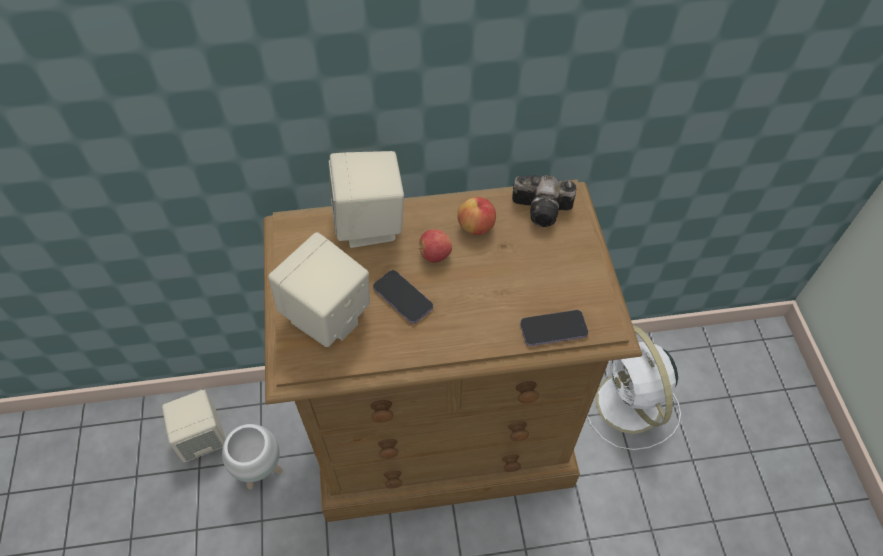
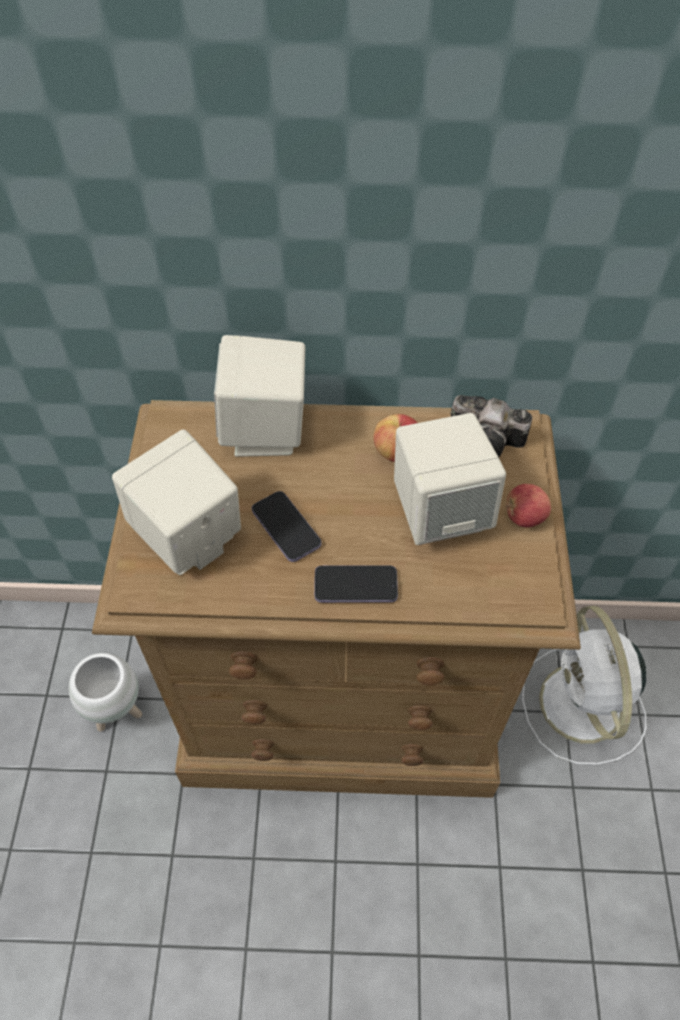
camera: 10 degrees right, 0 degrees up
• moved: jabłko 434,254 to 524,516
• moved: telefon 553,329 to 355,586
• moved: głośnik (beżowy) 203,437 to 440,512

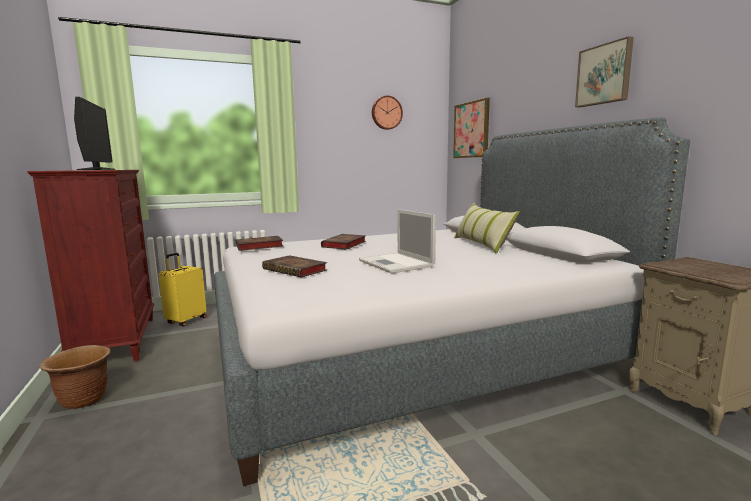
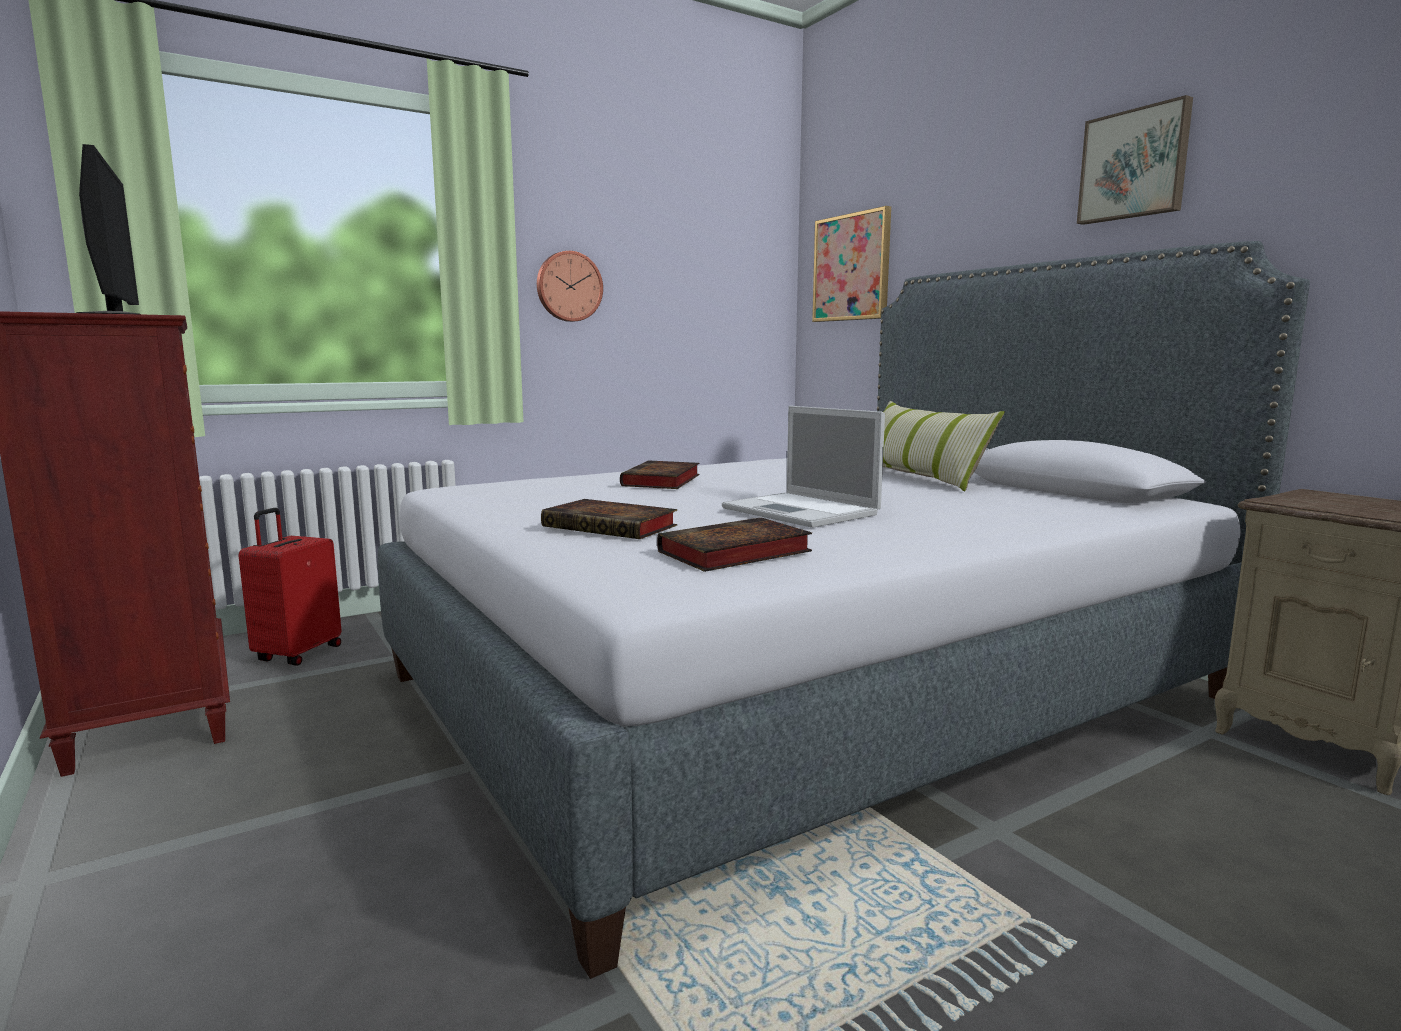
camera: 10 degrees left, 0 degrees up
• moved: zegar ścienny 386,113 to 568,286
• moved: książka 258,246 to 732,553
• recoloured: walizka (żółty) 186,321 to walizka (czerwony) 297,654
• removed: donica (brązowy) 83,400

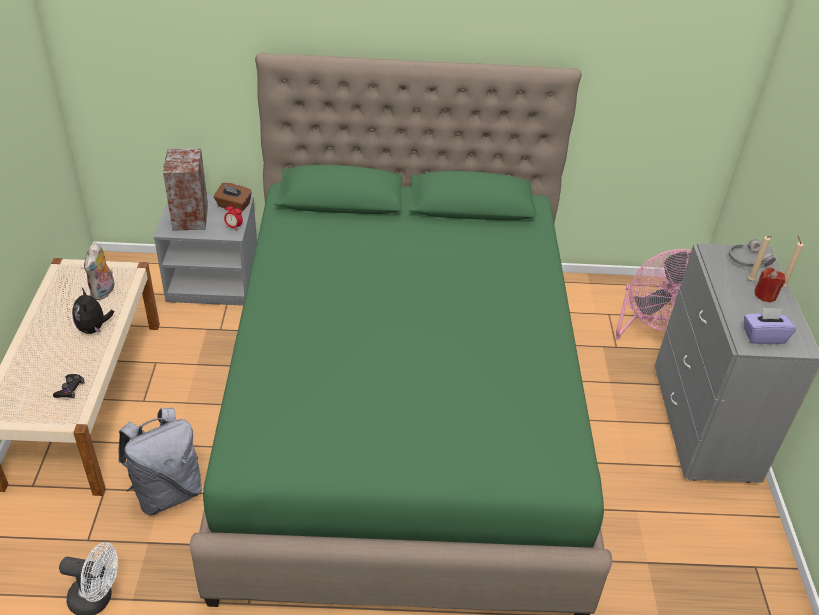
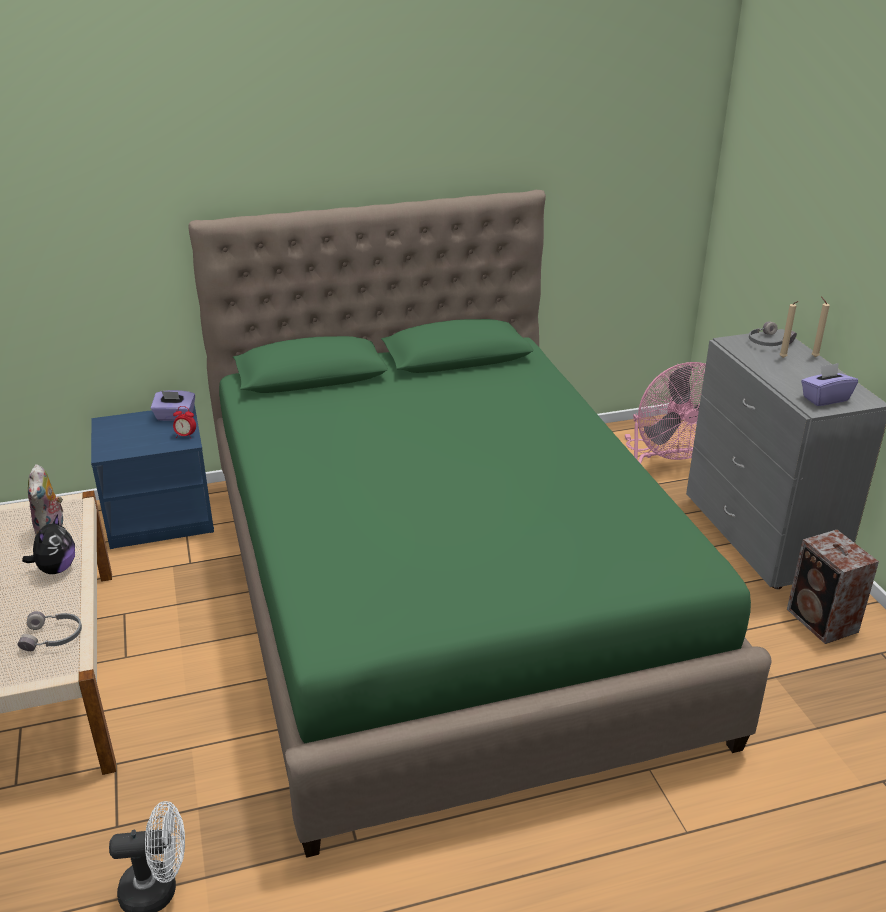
camera: 15 degrees left, 10 degrees down
• moved: głośnik 189,218 to 822,622
• recoloured: pudełko chusteczek (brązowy) 233,206 to pudełko chusteczek (fioletowy) 175,416
• recoloured: szafka nocna (szary) 214,281 to szafka nocna (niebieski) 161,516
• removed: świeca (czerwony) 765,295
• turned: pluszak 94,328 = 56,569 135 degrees counterclockwise
• replaced: pad do gier (czarny) 70,389 to słuchawki (szary) 53,637
• removed: plecak (szary) 167,492

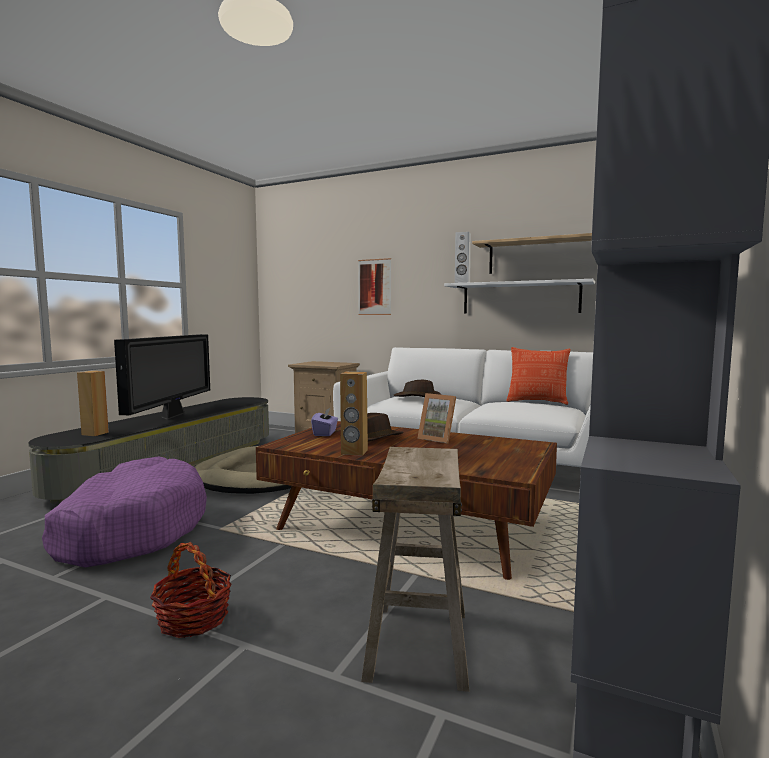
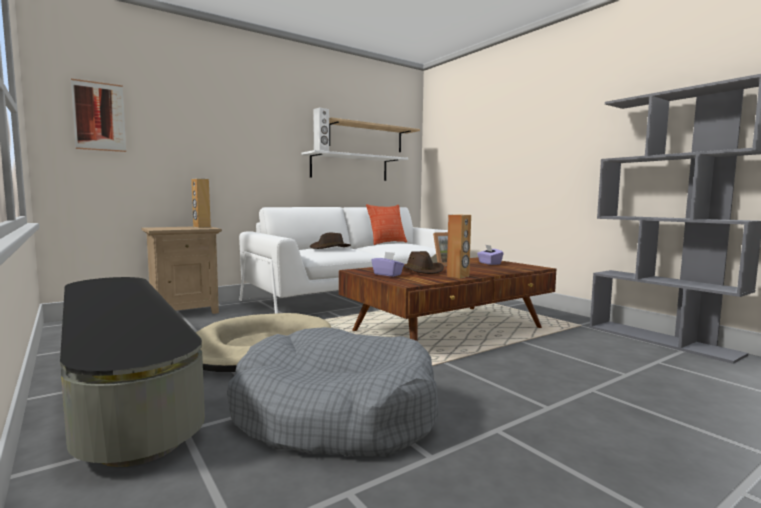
camera: 60 degrees left, 0 degrees up
• moved: obraz 374,287 to 99,116
• removed: telewizor 173,415
• moved: głośnik (brązowy) 95,433 to 201,227
• removed: stołek (beżowy) 419,643
• recoloured: legowisko (fioletowy) 131,529 to legowisko (szary) 335,413
• removed: koszyk 193,618
• added: pudełko chusteczek (fioletowy) 489,263

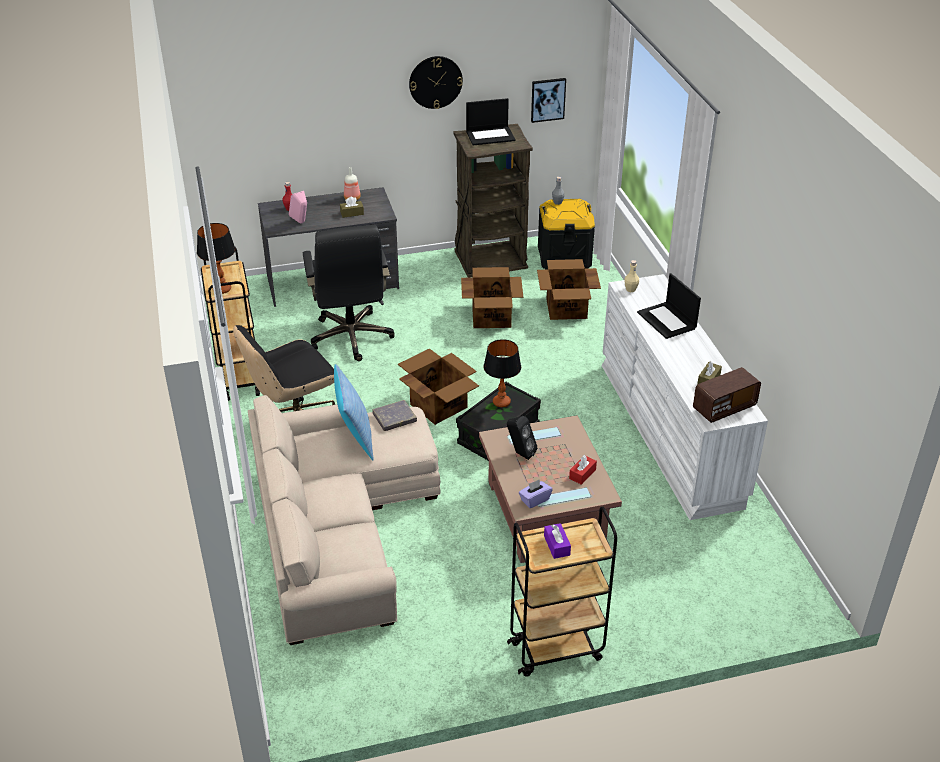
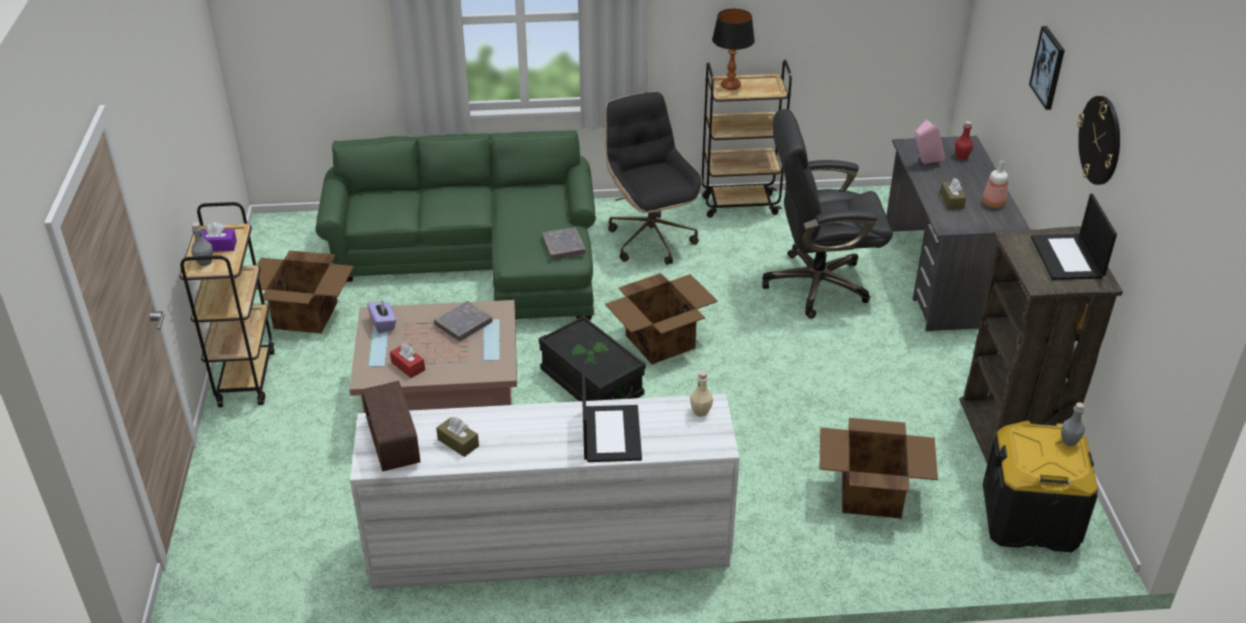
camera: 100 degrees right, 0 degrees up
• moved: obraz 547,99 to 1048,67
• moved: karton 491,316 to 306,315
• turned: laptop 667,320 = 610,433 105 degrees clockwise
• removed: lampa stołowa 501,402
• removed: poduszka 355,438
• recoloured: kanapa (beżowy) 338,529 to kanapa (zielony) 479,258
• replaced: głośnik (czarny) 520,453 to książka (szary) 463,324
• added: butelka (szary) 205,262

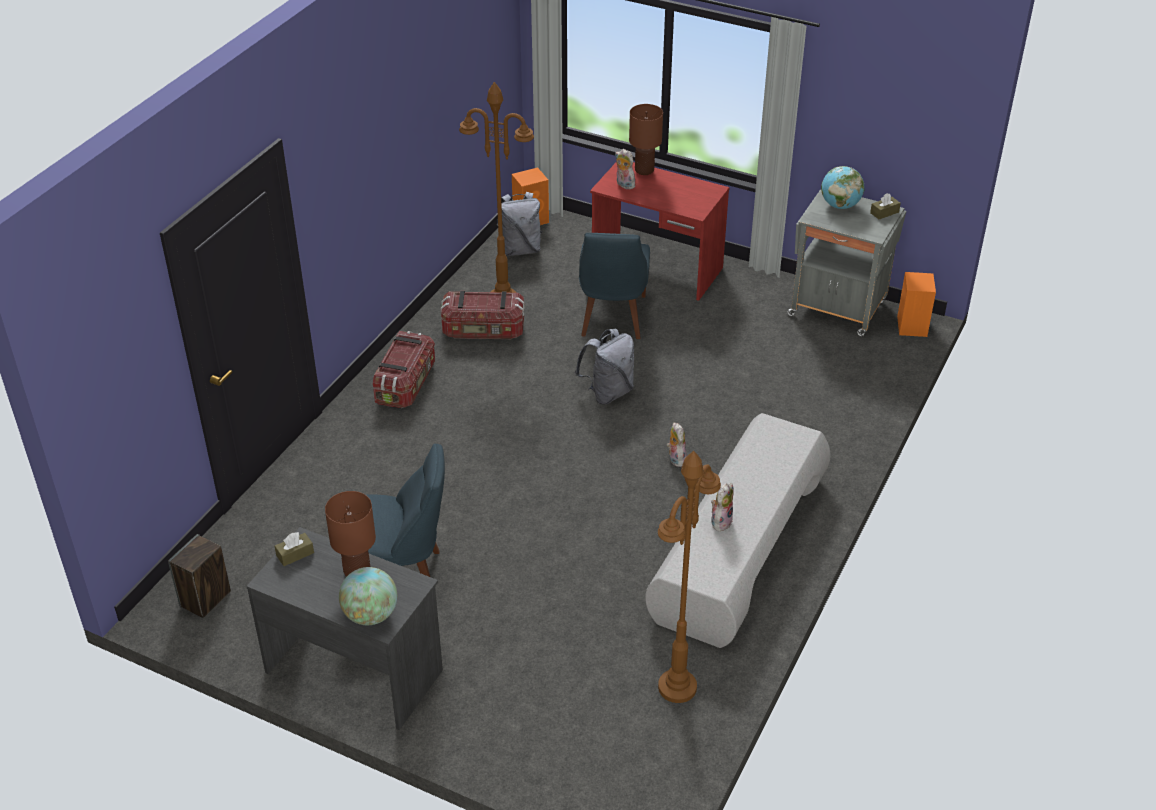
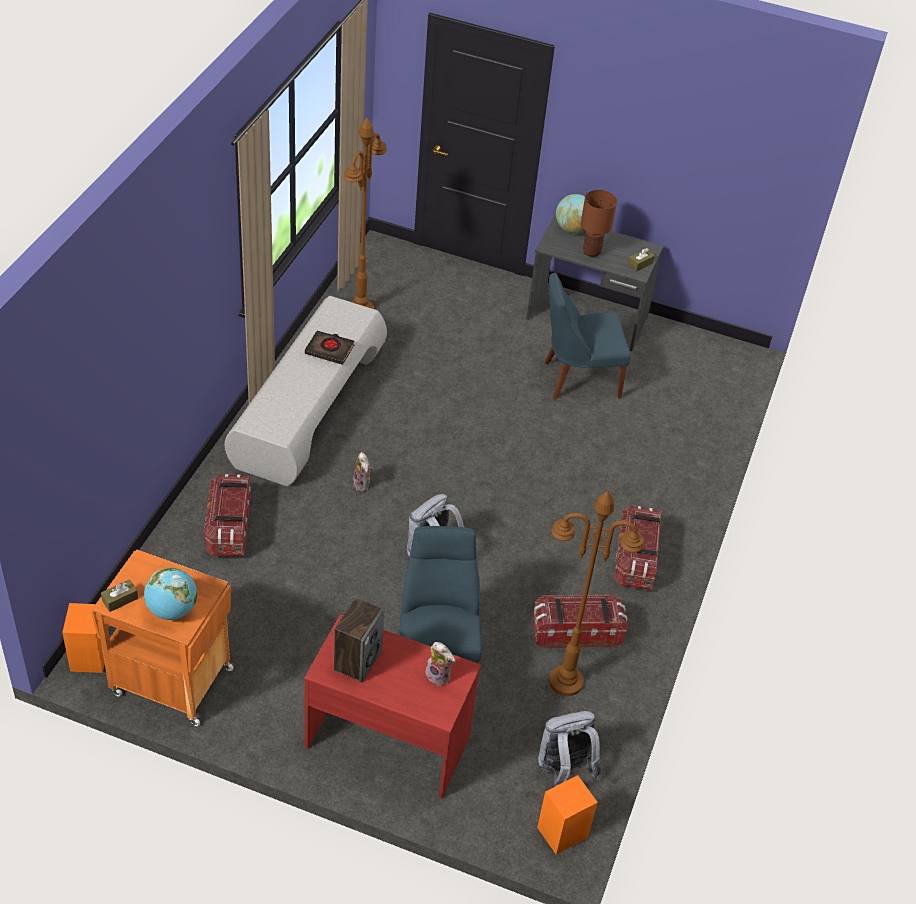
camera: 170 degrees right, 5 degrees up
• removed: lampa stołowa (brązowy) 644,172
• recoloured: wózek (szary) 838,309 to wózek (pomarańczowy) 170,680
• replaced: pluszak 720,521 to książka (czarny) 329,350
• moved: głośnik 205,599 to 357,660
• added: pojemnik do przechowywania 229,528

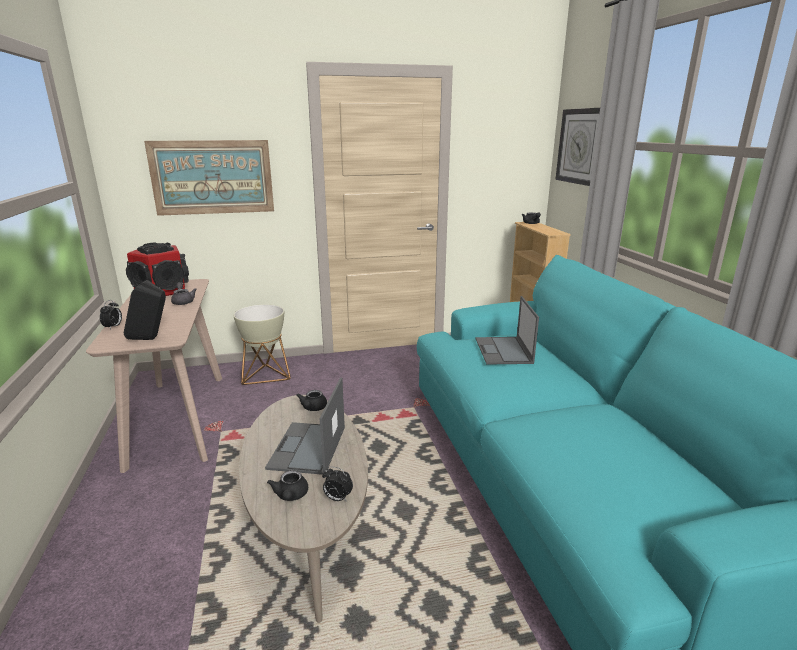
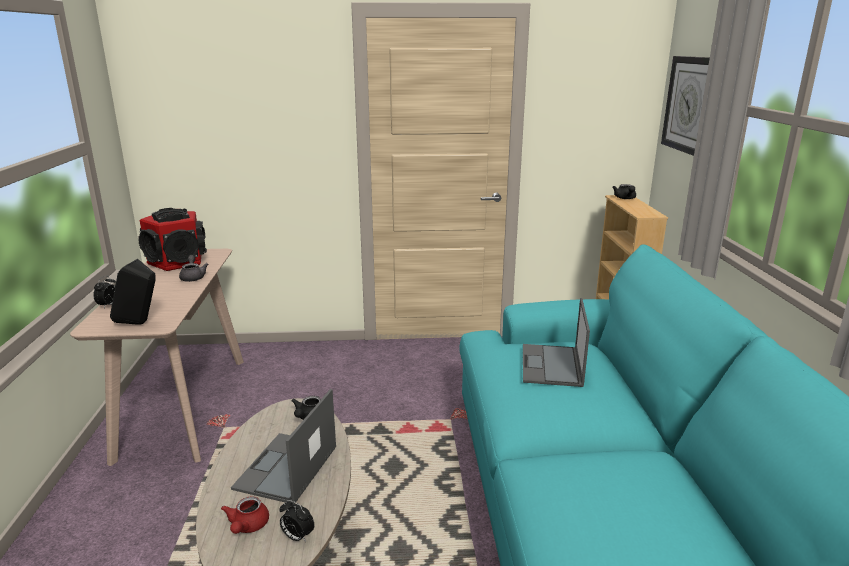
camera: 10 degrees right, 0 degrees up
• removed: obraz 212,177
• removed: donica 266,376
• recoloured: imbryk (czarny) 290,496 to imbryk (czerwony) 247,526

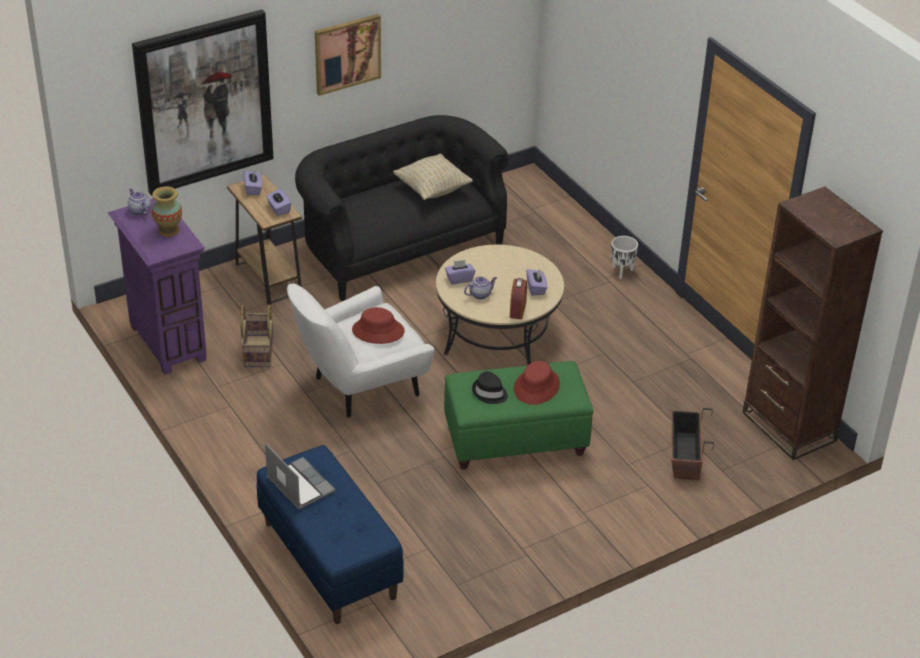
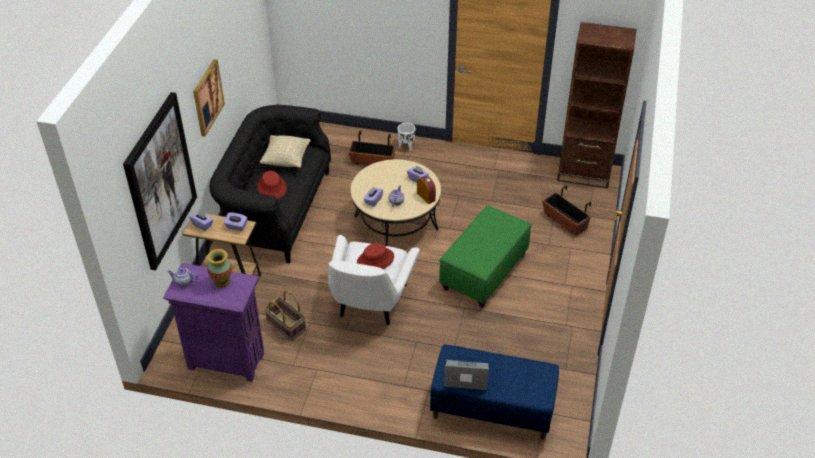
camera: 45 degrees left, 5 degrees up
• moved: kapelusz (czerwony) 537,387 to 272,187
• removed: kapelusz (czarny) 489,393
• added: donica 372,161

